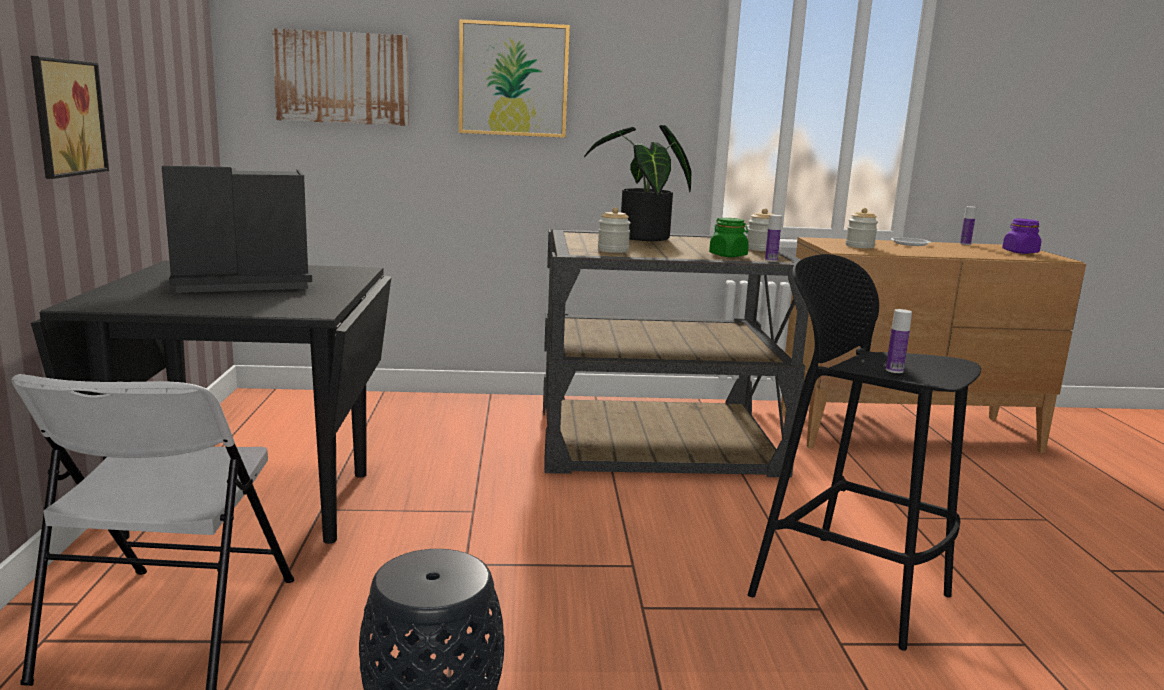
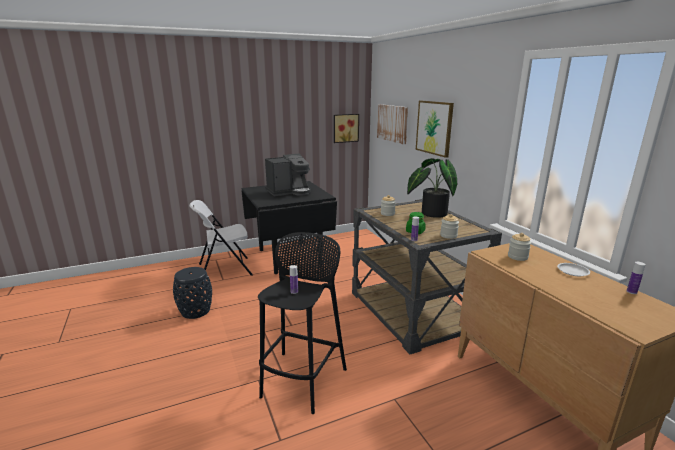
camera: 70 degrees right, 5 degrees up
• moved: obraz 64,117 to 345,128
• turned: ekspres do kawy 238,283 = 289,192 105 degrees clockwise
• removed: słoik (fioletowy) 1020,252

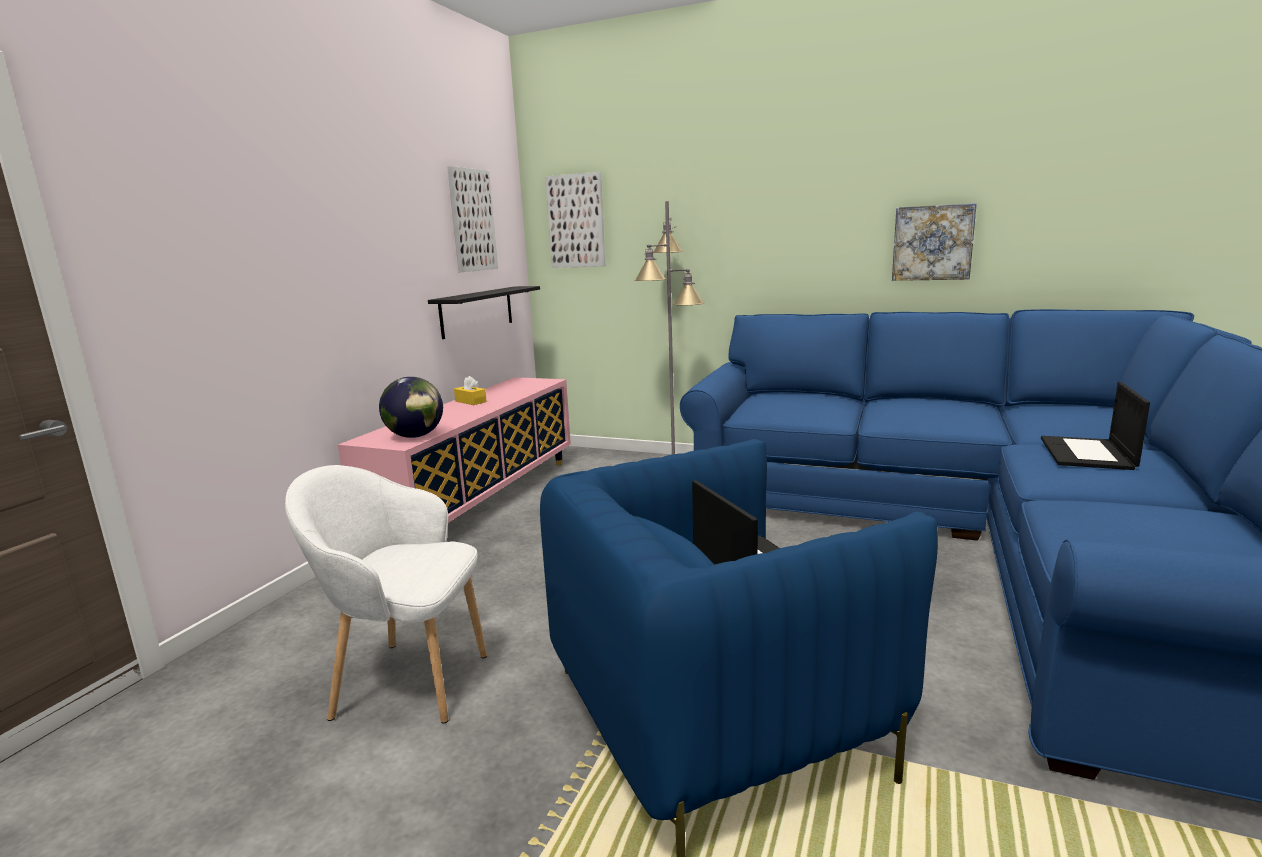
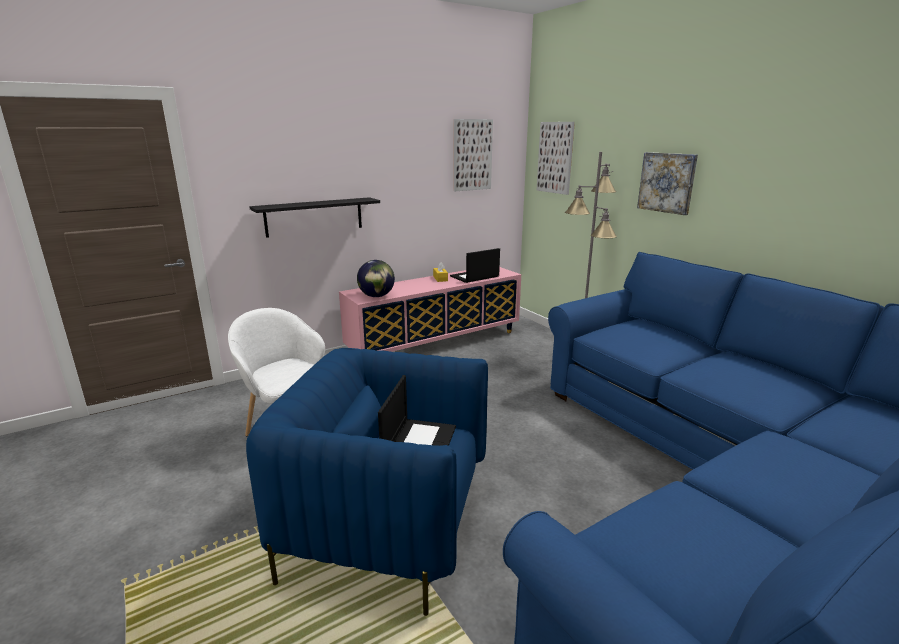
camera: 35 degrees right, 5 degrees up
• moved: obraz 932,243 to 667,182
• moved: półka (czarny) 477,311 to 314,217
• moved: laptop 1087,454 to 474,277

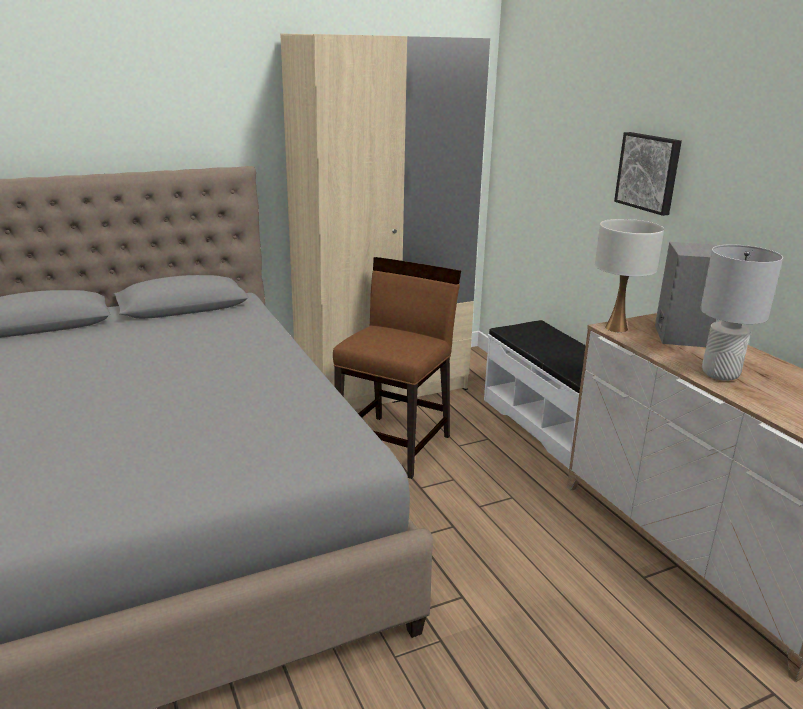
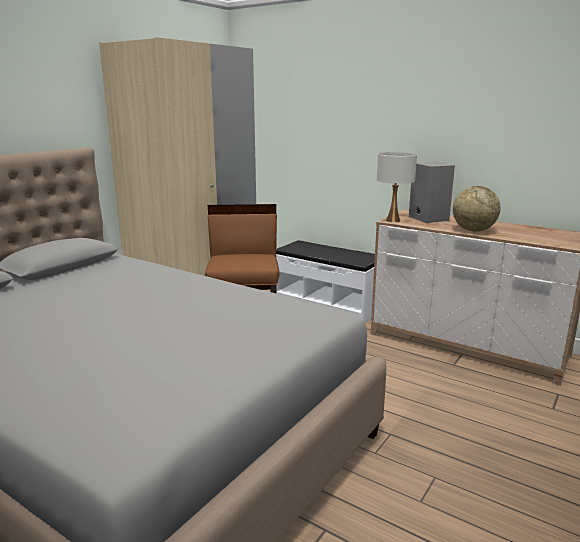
camera: 30 degrees left, 5 degrees down
• removed: obraz 649,172
• replaced: lampa stołowa (szary) 719,376 to globus 473,230

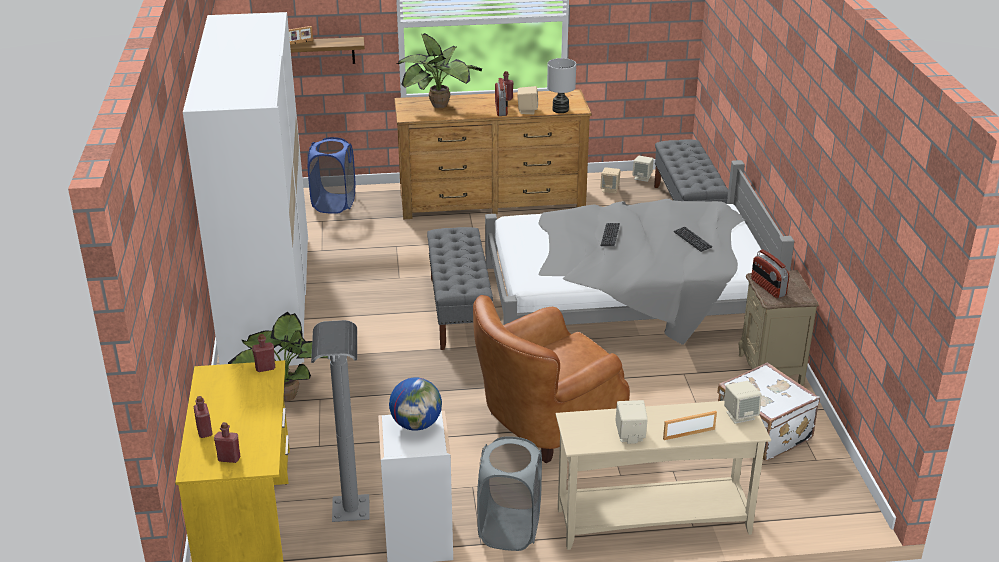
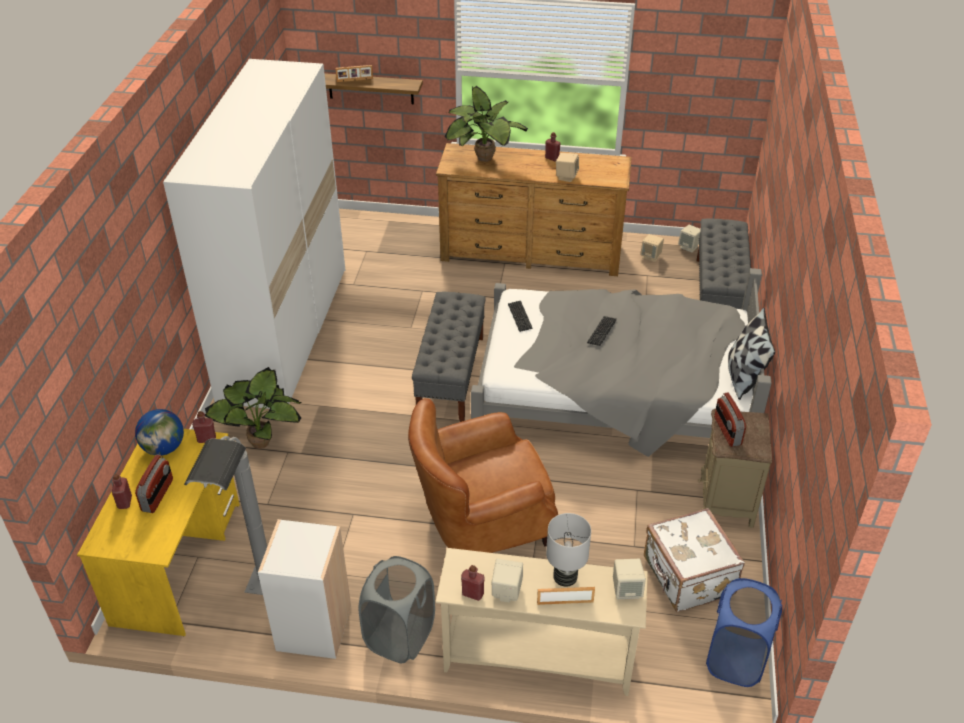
camera: 15 degrees right, 10 degrees up
• moved: lampa stołowa (szary) 560,110 to 565,576
• moved: radio 501,109 to 158,495
• moved: kosz na pranie (niebieski) 334,204 to 735,659
• moved: klawiatura 692,240 to 519,317
• moved: globus 416,424 to 164,448
• moved: butelka (czerwony) 229,458 to 473,593
• added: poduszka 743,377

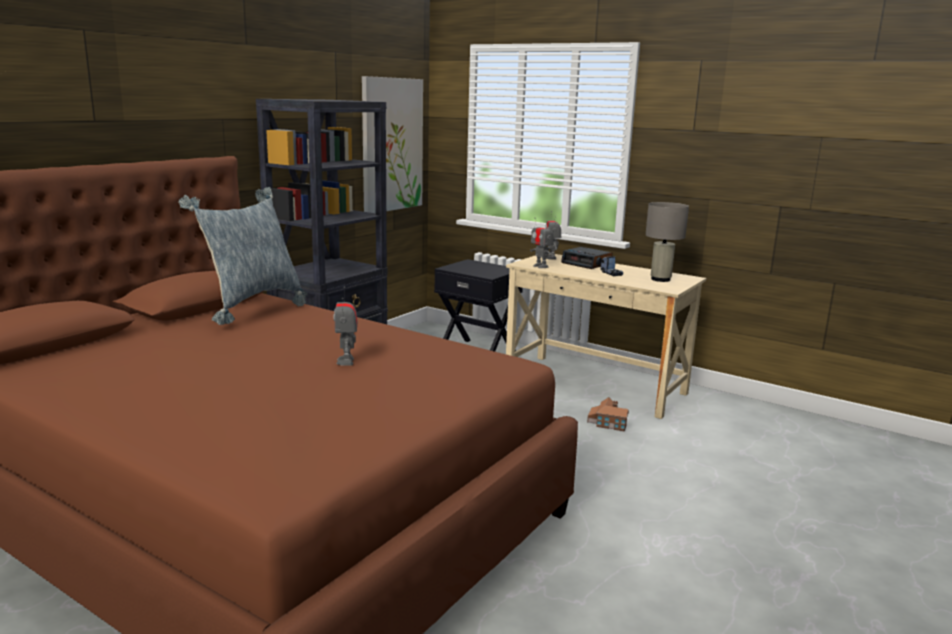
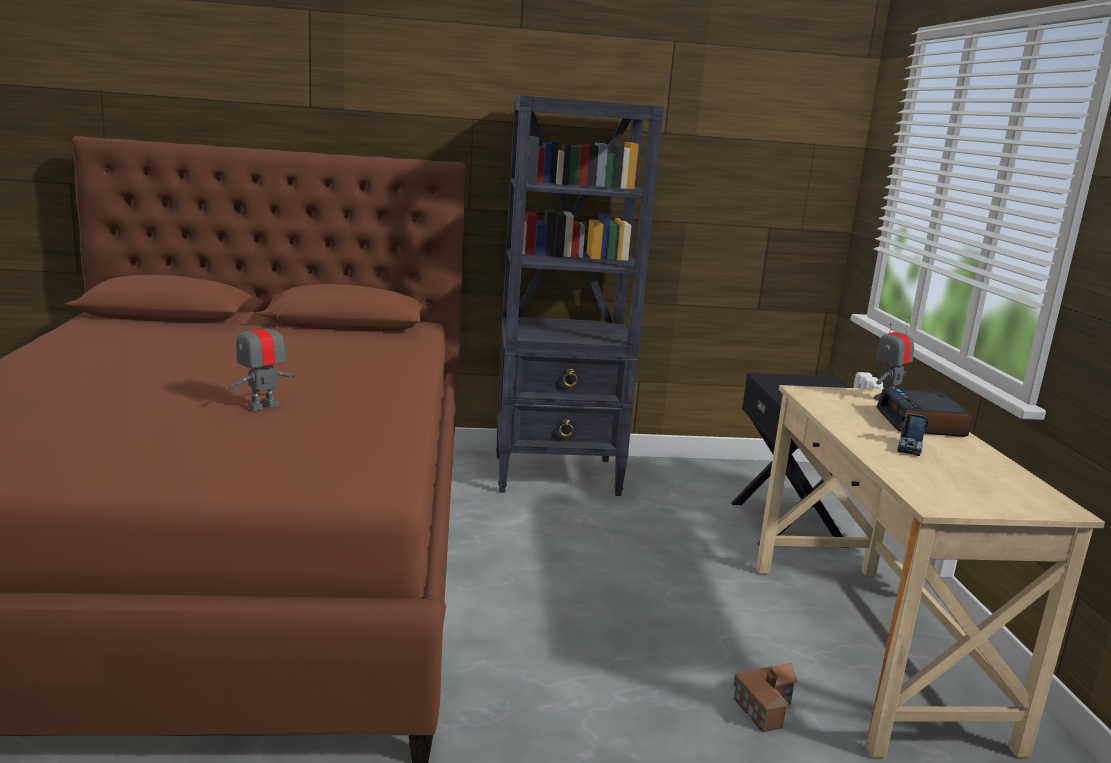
camera: 50 degrees right, 0 degrees up
• removed: obraz 392,145
• removed: poduszka 250,313
• removed: lampa stołowa (szary) 660,279
• removed: robot zabawkowy 540,266

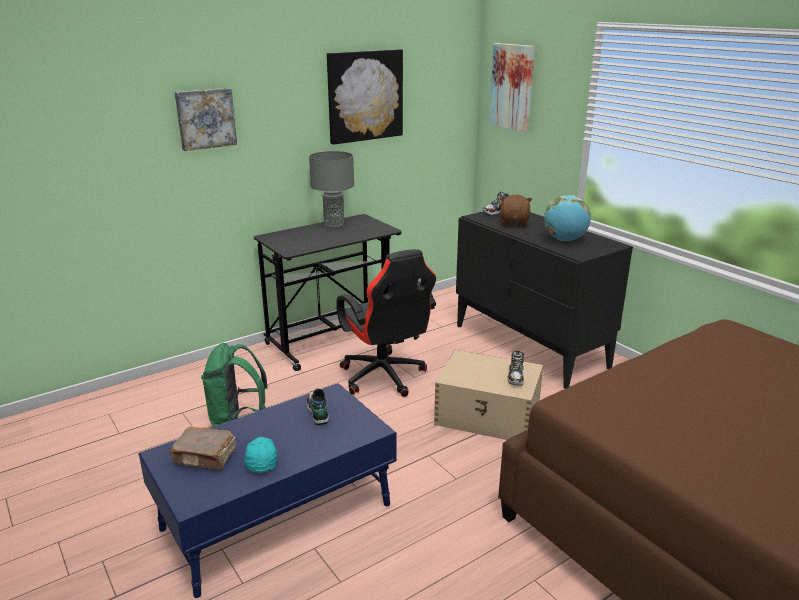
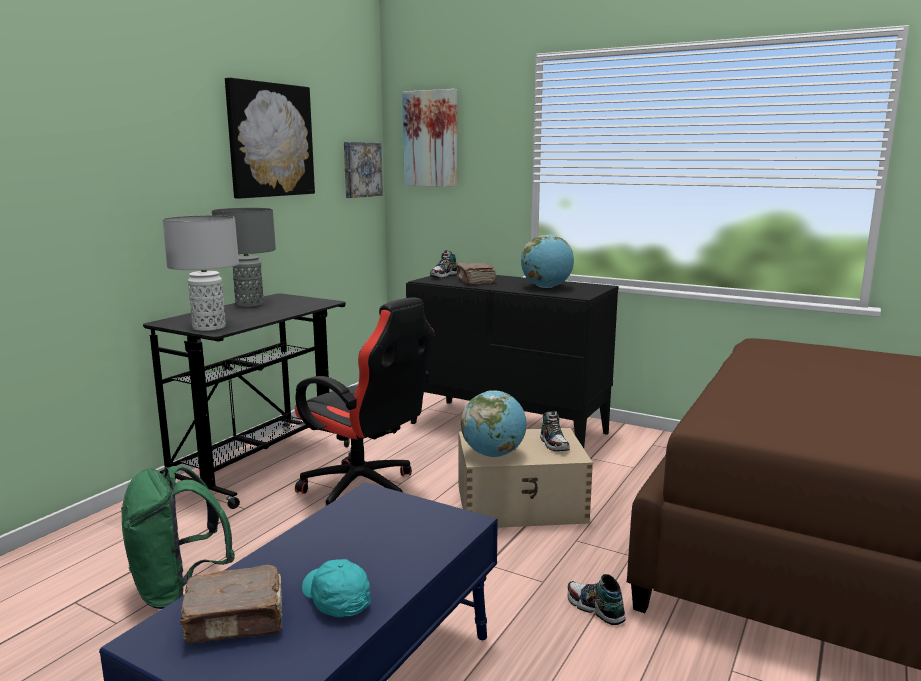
camera: 25 degrees left, 10 degrees down
• moved: obraz 205,118 to 361,169
• replaced: pluszak (brązowy) 514,223 to książka (brązowy) 475,281
• moved: but 317,412 to 595,609
• added: lampa stołowa (biały) 208,327
• added: globus 493,454

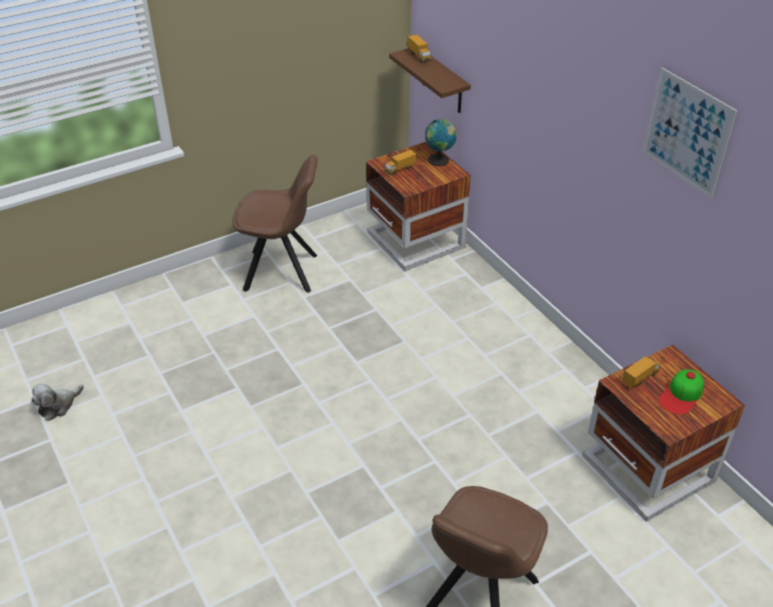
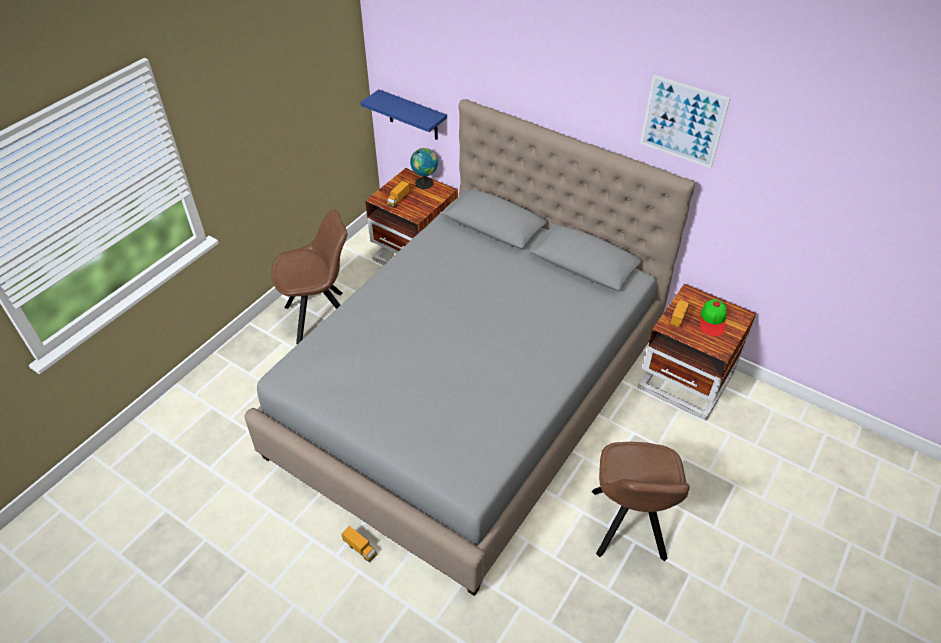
camera: 25 degrees left, 5 degrees up
• moved: ciężarówka zabawkowa 419,56 to 360,548
• recoloured: półka (brązowy) 442,81 to półka (niebieski) 413,116
• removed: pluszak 58,405
• added: łóżko (szary) 471,394

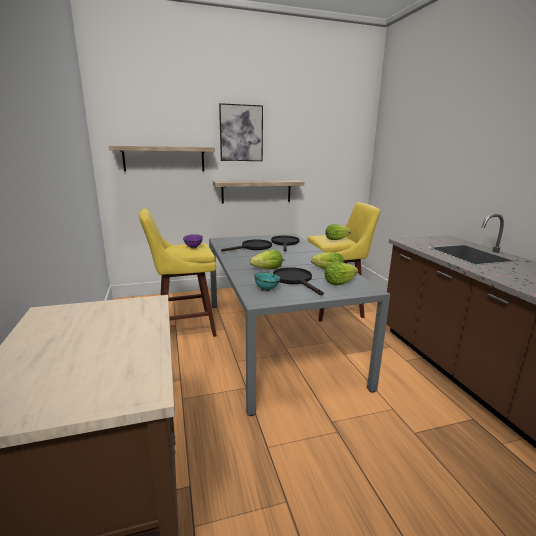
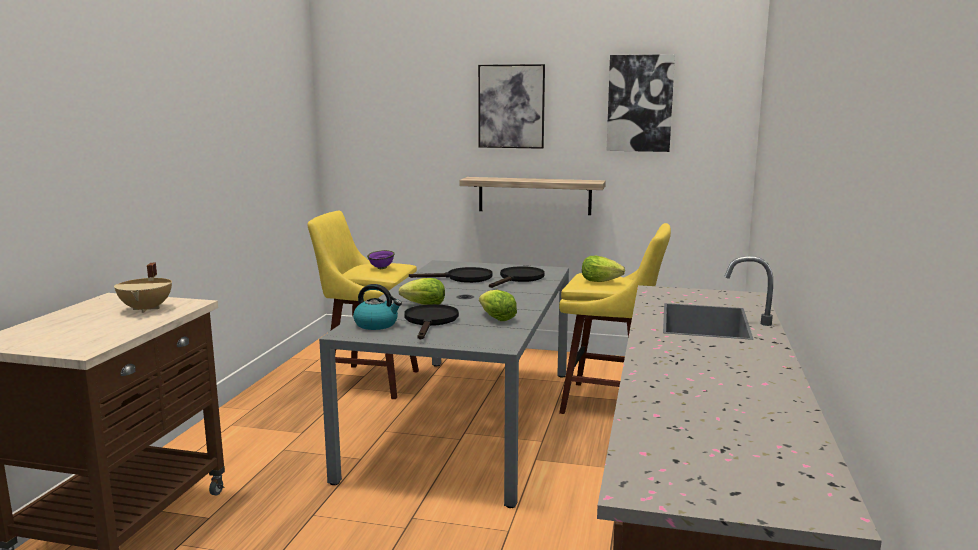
camera: 30 degrees right, 5 degrees down
• removed: półka 164,159
• removed: sałata 339,283
• replaced: miska (turkusowy) 266,289 to czajnik 377,324
• added: obraz 640,103
• added: garnek (beżowy) 147,309

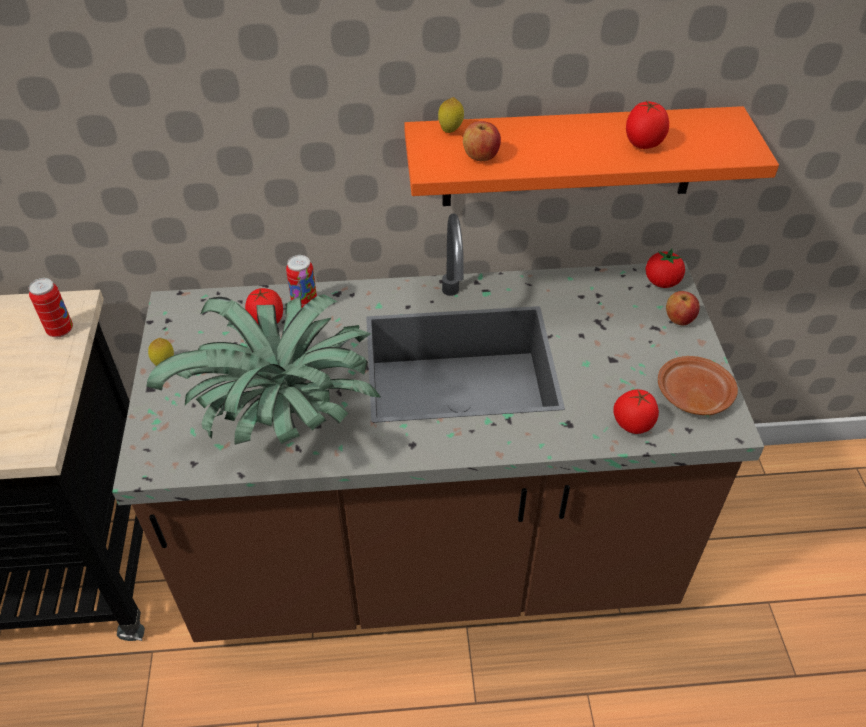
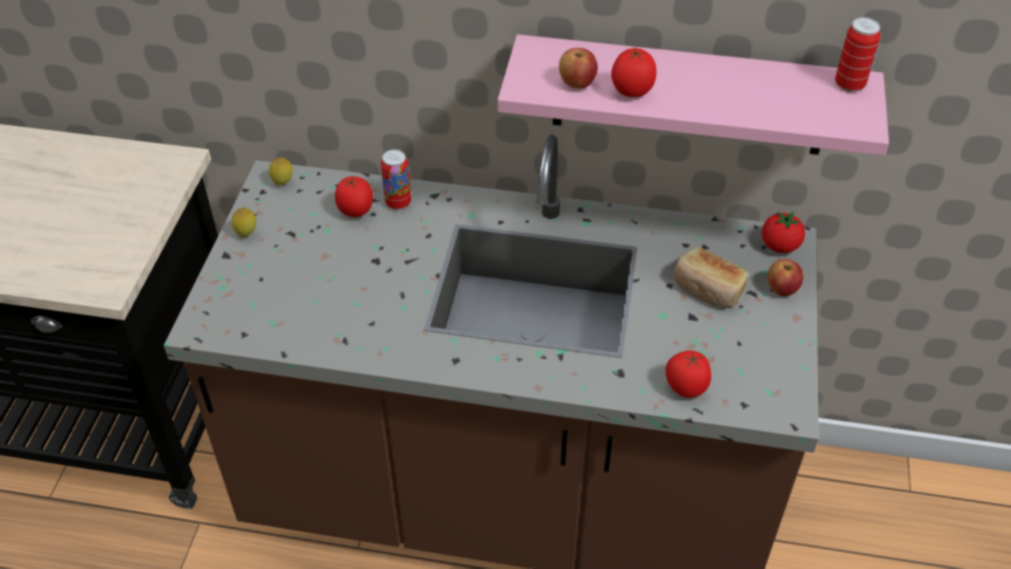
camera: 15 degrees right, 0 degrees up
• moved: cytryna 450,131 to 283,183
• moved: pomidor 642,145 to 631,92
• recoloured: półka (pomarańczowy) 570,157 to półka (różowy) 690,96
• moved: puszka 60,330 to 849,85
• removed: roślina doniczkowa 285,413
• removed: talerz (brązowy) 692,395
• added: chleb 707,289

